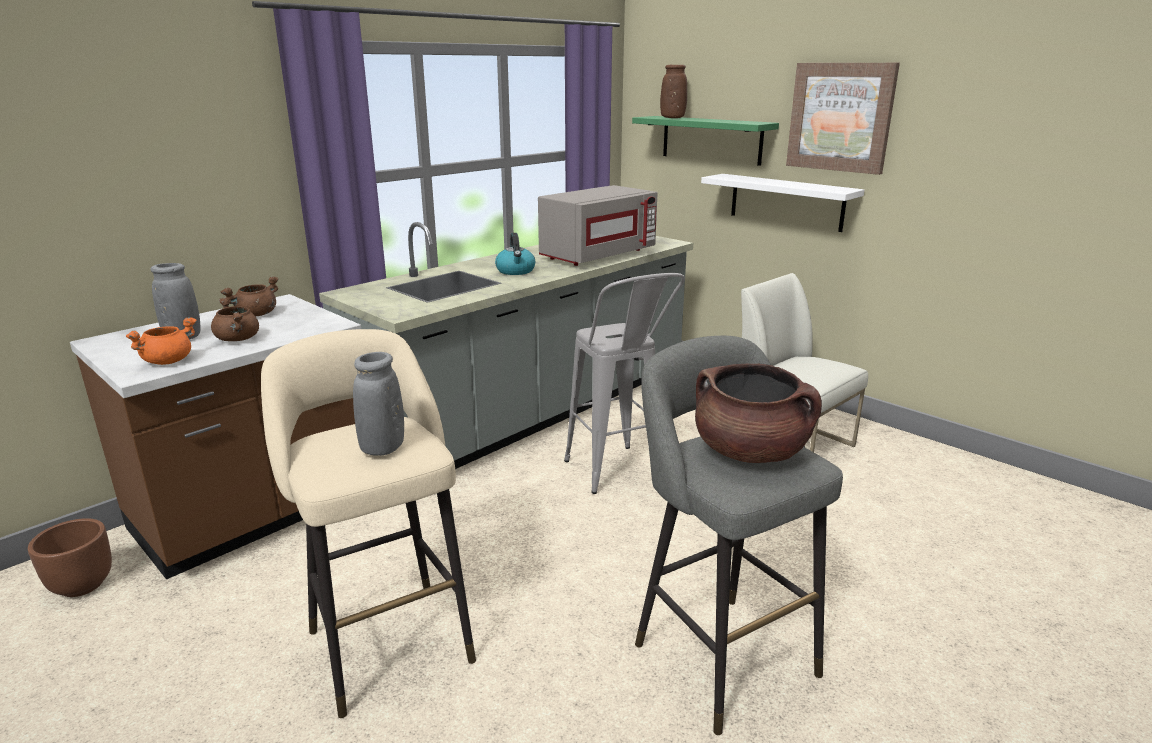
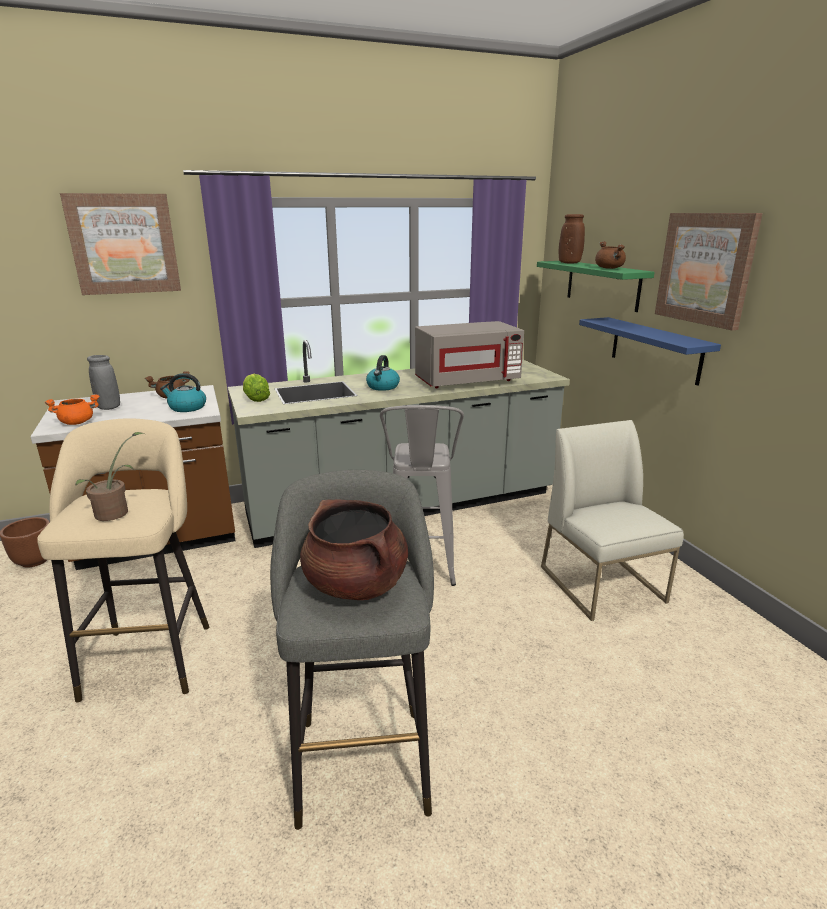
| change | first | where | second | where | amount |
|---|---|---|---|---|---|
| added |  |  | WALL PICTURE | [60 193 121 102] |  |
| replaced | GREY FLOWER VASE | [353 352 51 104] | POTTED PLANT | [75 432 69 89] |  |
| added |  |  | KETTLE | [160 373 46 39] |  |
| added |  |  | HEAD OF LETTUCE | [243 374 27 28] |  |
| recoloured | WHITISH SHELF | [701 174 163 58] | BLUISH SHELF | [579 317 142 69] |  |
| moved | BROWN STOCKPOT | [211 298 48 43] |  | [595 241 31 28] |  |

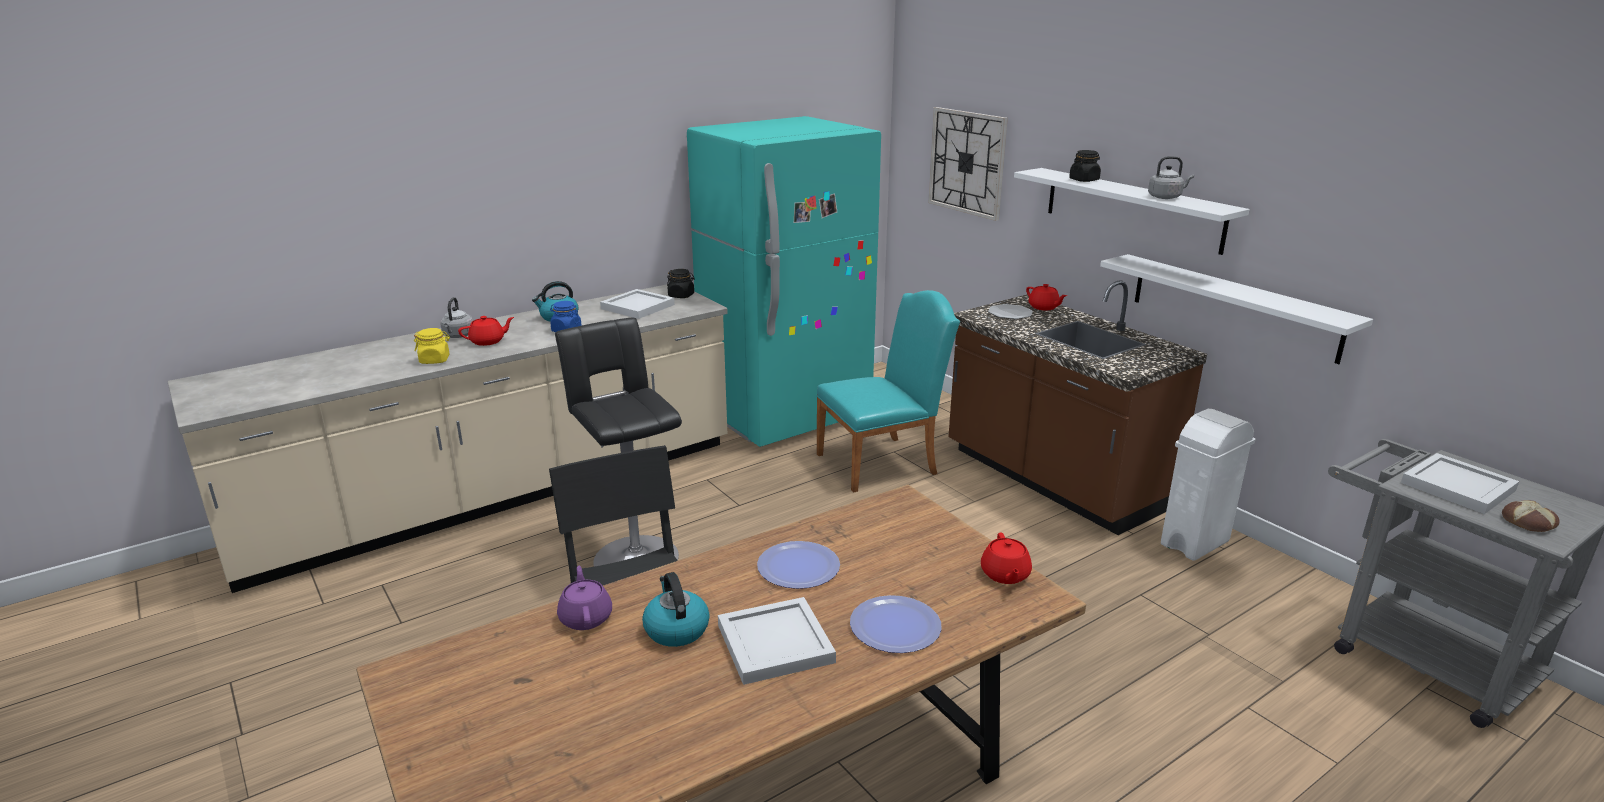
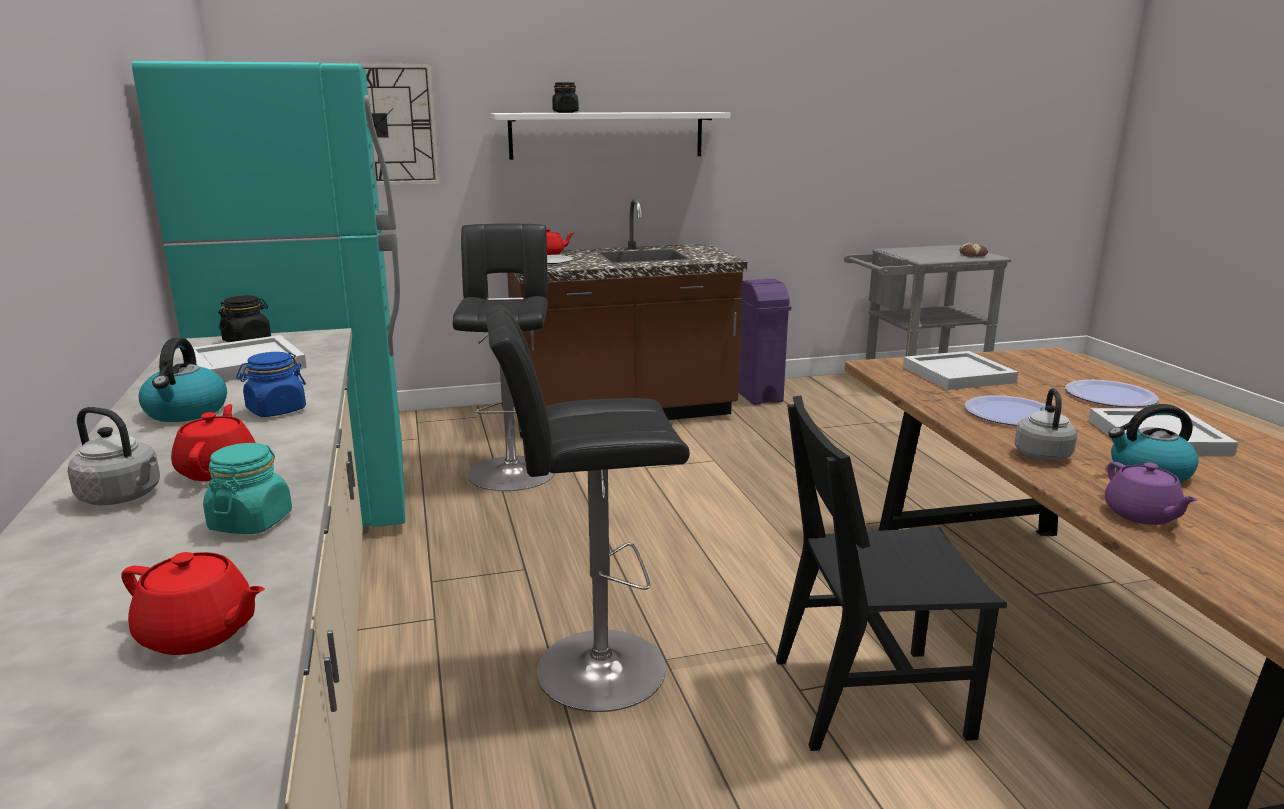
| change | first | where | second | where | amount |
|---|---|---|---|---|---|
| moved | RED-COLOURED POT FOR TEA | [981 532 51 52] |  | [121 552 144 103] |  |
| recoloured | YELLOW PRESERVE JAR | [414 328 36 36] | TURQUOISE PRESERVE JAR | [203 443 89 91] |  |
| replaced | TURQUOISE UPRIGHT CHAIR | [816 290 144 203] | BLACKISH SITTING STOOL | [453 223 102 268] |  |
| recoloured | WHITISH WASTE BIN | [1161 409 94 152] | PURPLISH WASTE BIN | [738 279 53 126] |  |
| moved | WHITISH SERVING TRAY | [1401 453 118 61] |  | [903 351 115 39] |  |
| moved | GREY KETTLE | [1148 156 46 43] |  | [1015 388 62 73] |  |
| turned | PURPLISH POT FOR TEA | [557 566 55 64] |  | [1105 462 93 63] | 105 degrees counterclockwise |
| removed | WHITISH SHELF | [1100 254 273 110] |  |  |  |

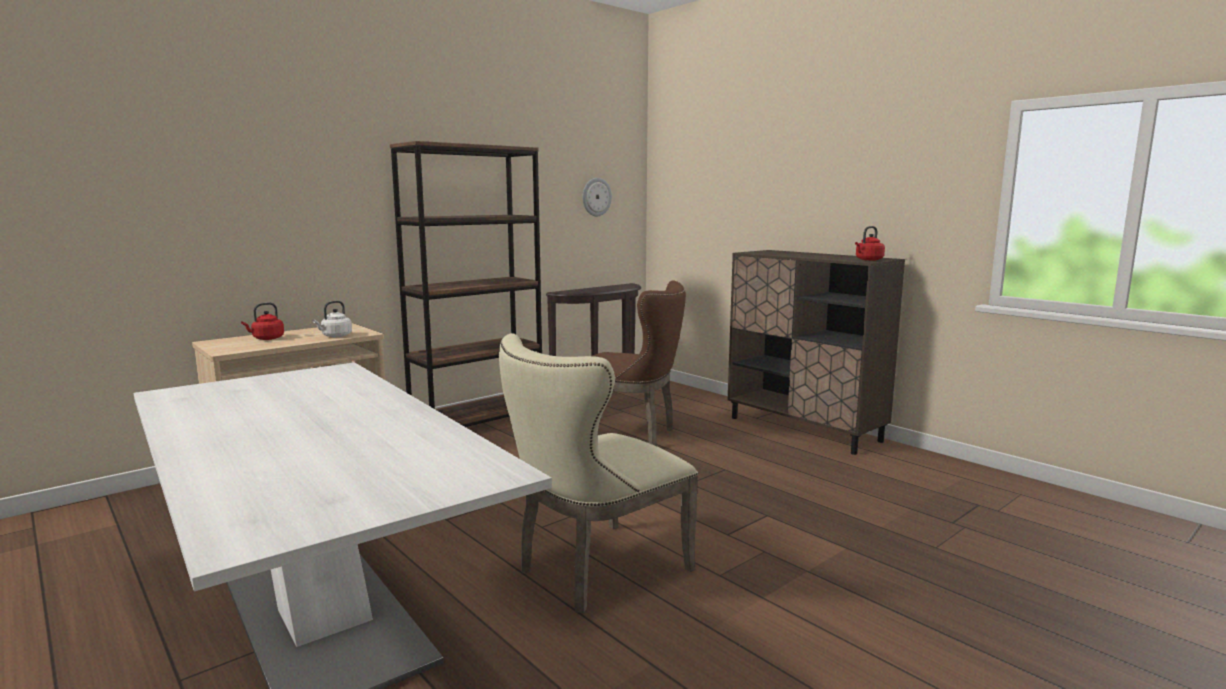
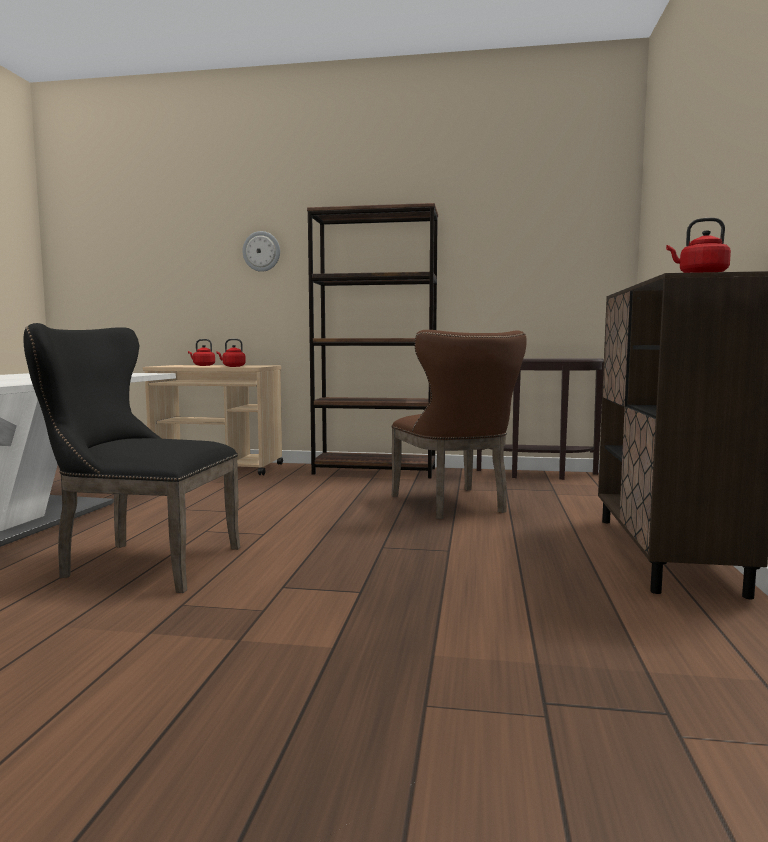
| change | first | where | second | where | amount |
|---|---|---|---|---|---|
| recoloured | SAND-COLOURED UPRIGHT CHAIR | [499 333 199 280] | BLACKISH UPRIGHT CHAIR | [24 323 216 270] |  |
| recoloured | WHITISH KETTLE | [313 301 39 36] | RED-COLOURED KETTLE | [216 339 30 28] |  |
| moved | CLOCK ON THE WALL | [582 178 30 38] |  | [242 231 38 41] |  |

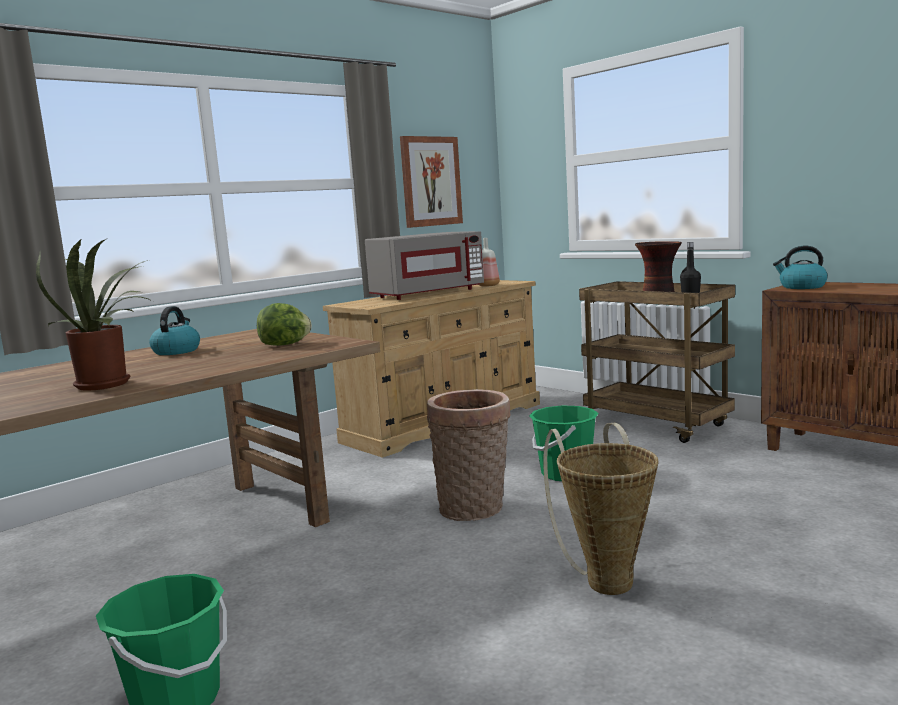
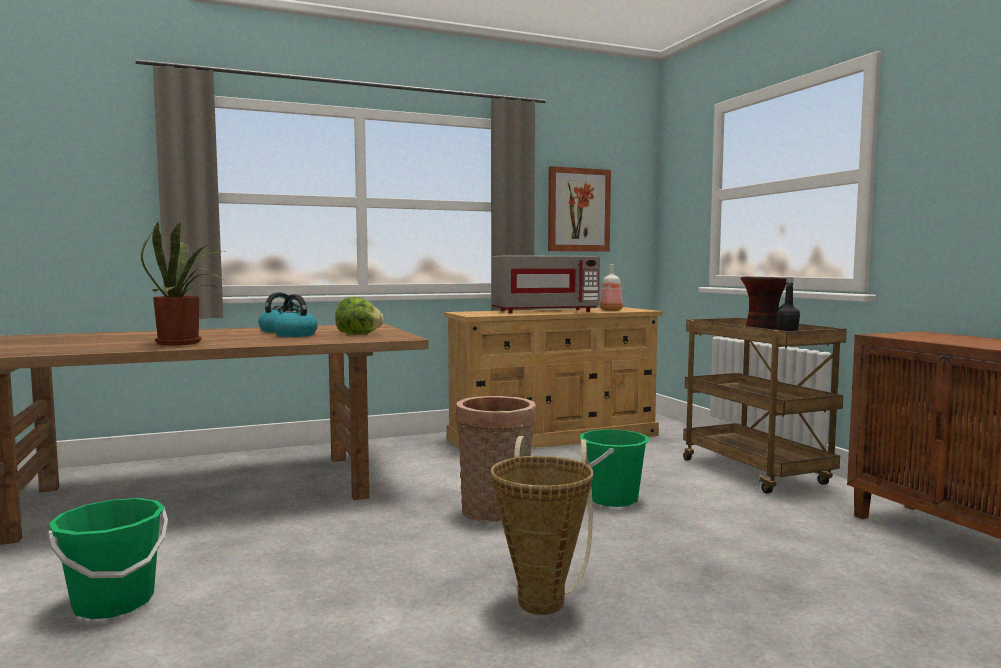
| change | first | where | second | where | amount |
|---|---|---|---|---|---|
| moved | KETTLE | [773 246 55 43] |  | [273 294 45 43] |  |

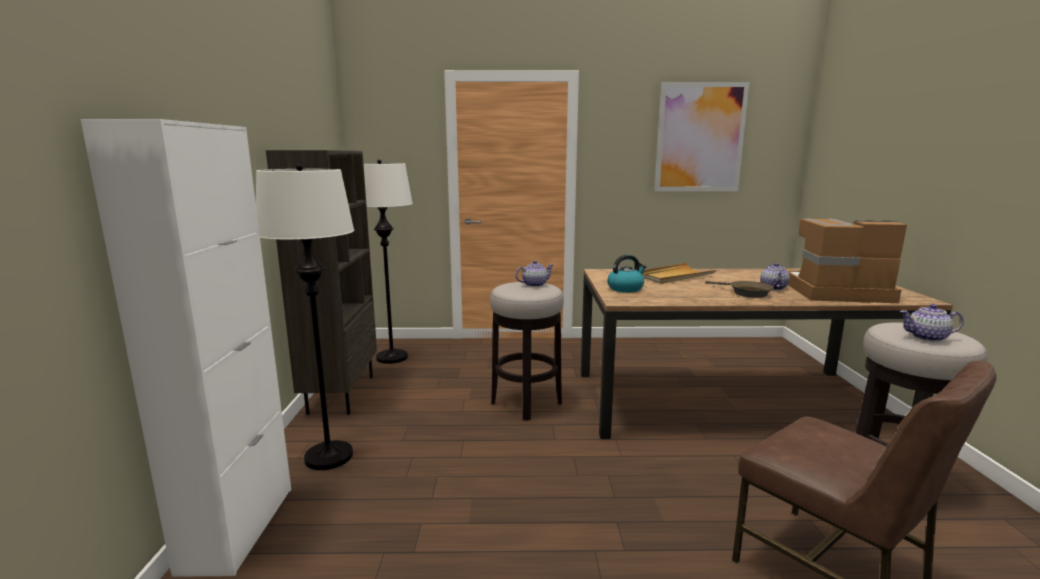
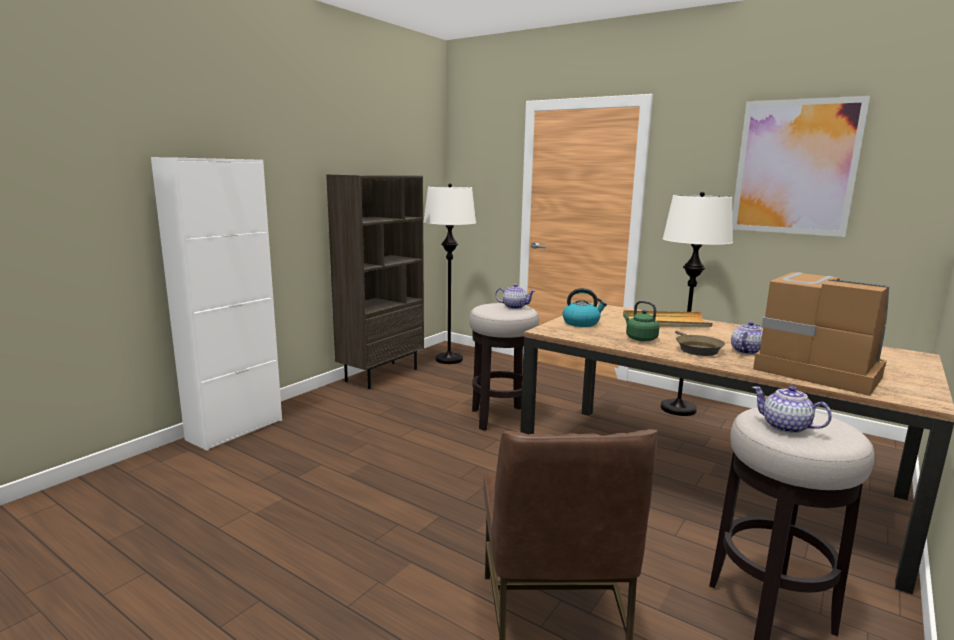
| change | first | where | second | where | amount |
|---|---|---|---|---|---|
| added |  |  | GREEN KETTLE | [623 301 36 40] |  |
| moved | WHITISH FLOOR LAMP | [256 164 99 306] |  | [660 192 73 224] |  |

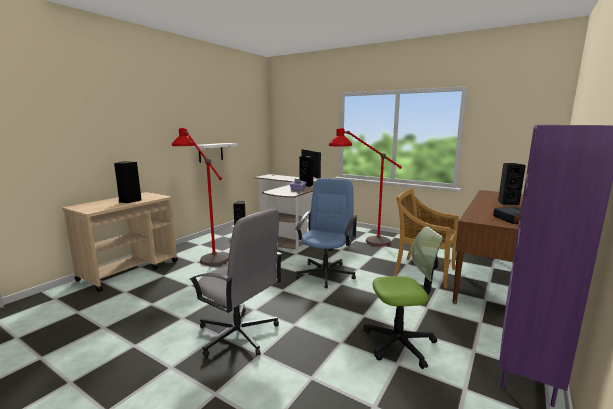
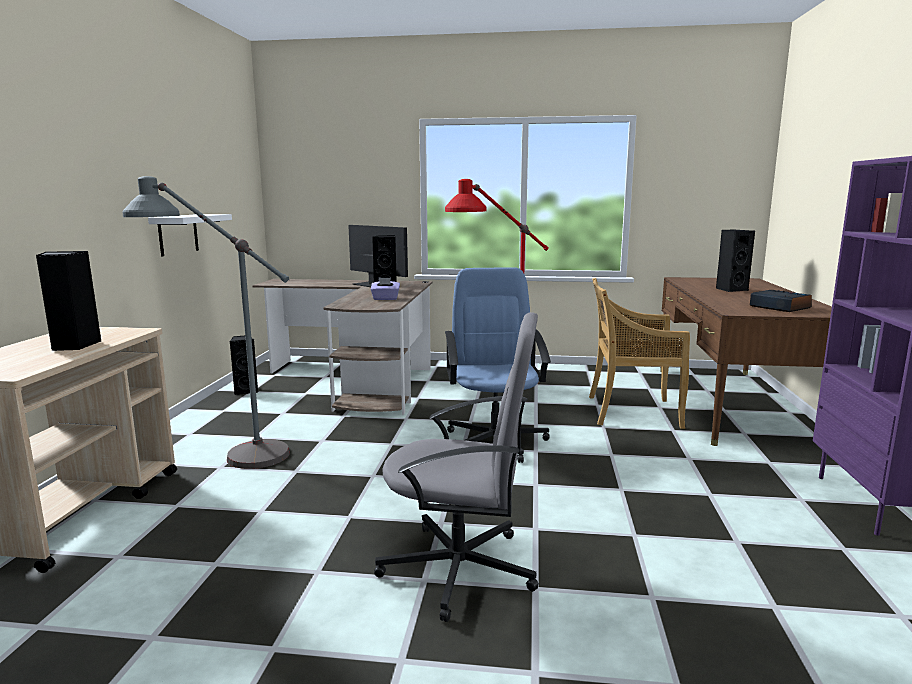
| change | first | where | second | where | amount |
|---|---|---|---|---|---|
| recoloured | RED-COLOURED FLOOR LAMP | [172 128 57 138] | GREY FLOOR LAMP | [123 176 167 293] |  |
| removed | OFFICE CHAIR | [363 227 80 142] |  |  |  |

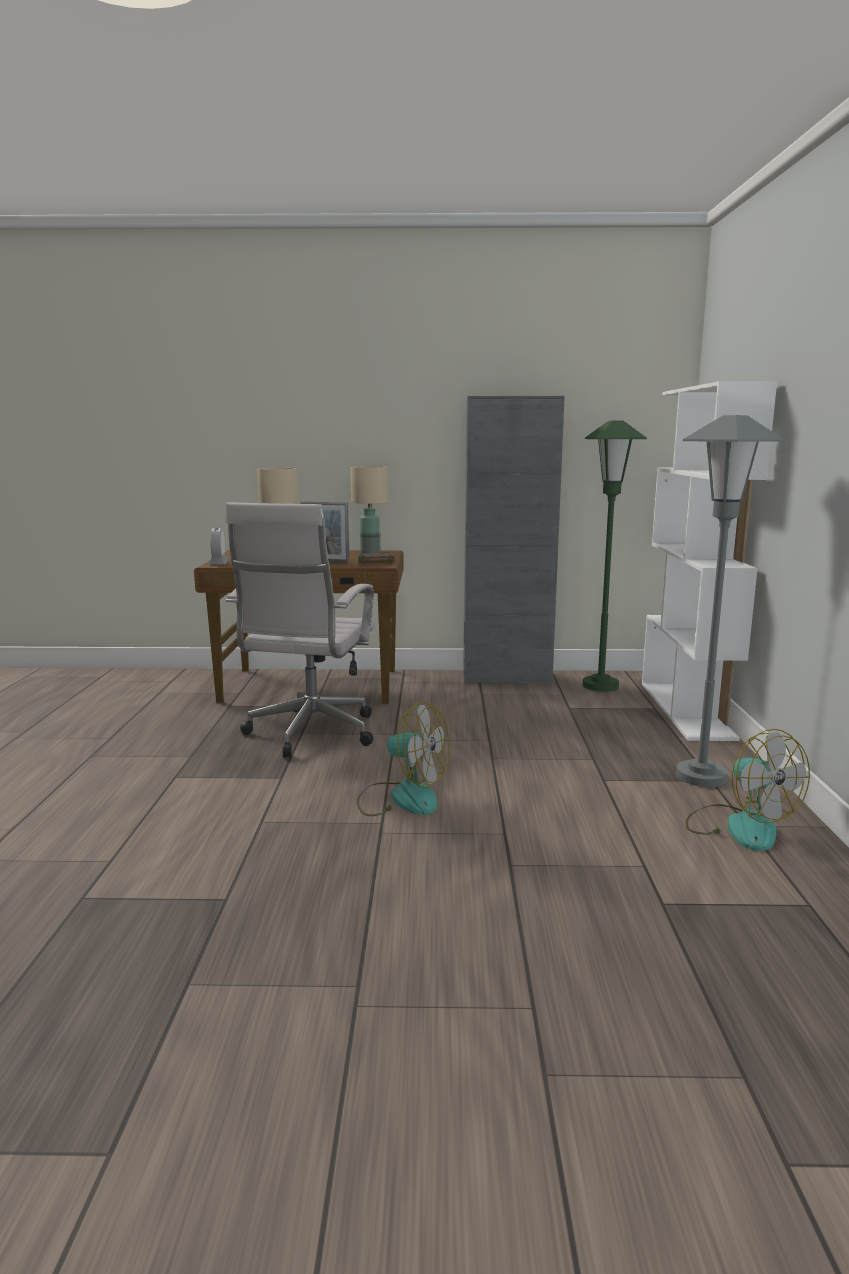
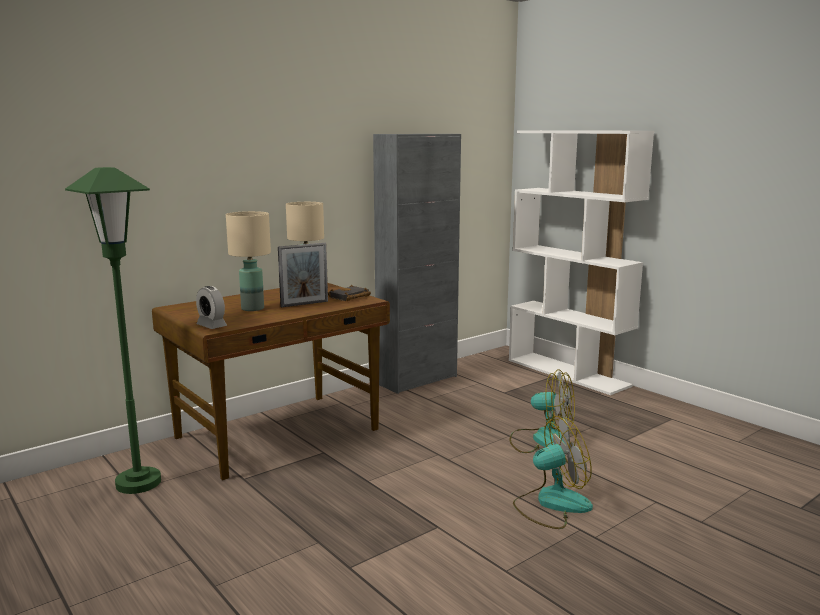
| change | first | where | second | where | amount |
|---|---|---|---|---|---|
| moved | GREEN FLOOR LAMP | [583 421 64 271] |  | [65 167 96 327] |  |
| moved | FAN | [686 729 124 122] |  | [509 369 66 84] |  |
| removed | WHITISH OFFICE CHAIR | [226 502 149 256] |  |  |  |
| removed | GREY FLOOR LAMP | [676 415 108 372] |  |  |  |

